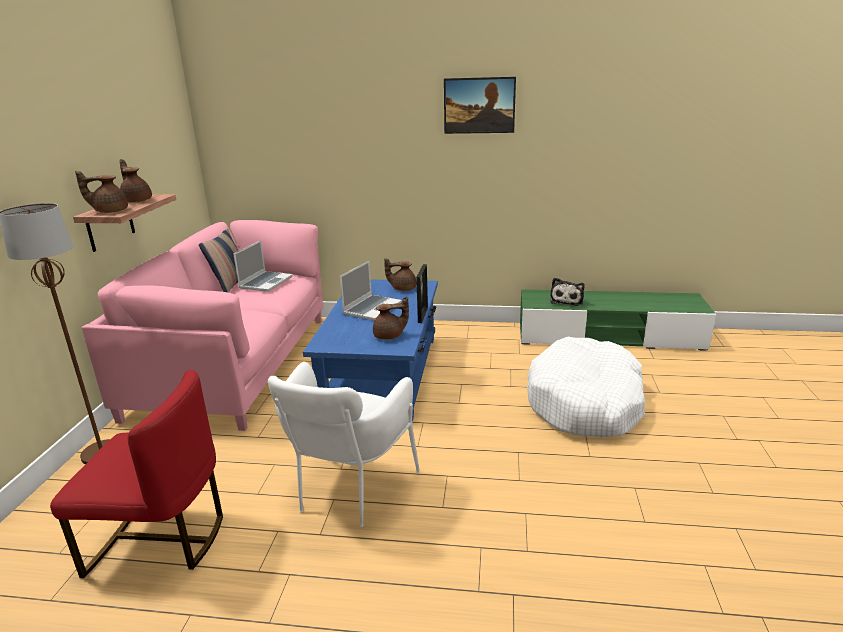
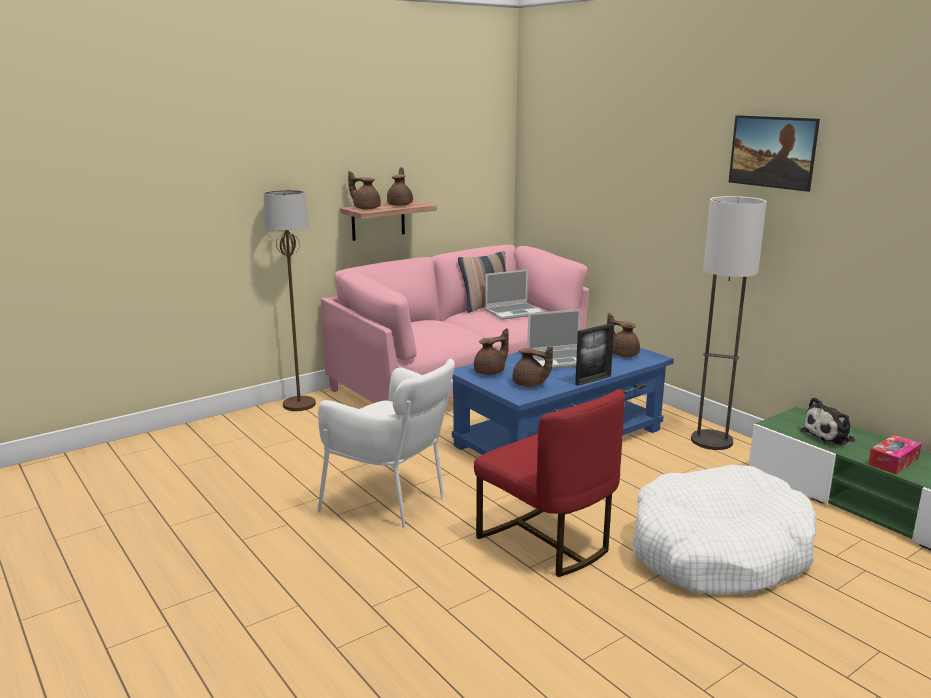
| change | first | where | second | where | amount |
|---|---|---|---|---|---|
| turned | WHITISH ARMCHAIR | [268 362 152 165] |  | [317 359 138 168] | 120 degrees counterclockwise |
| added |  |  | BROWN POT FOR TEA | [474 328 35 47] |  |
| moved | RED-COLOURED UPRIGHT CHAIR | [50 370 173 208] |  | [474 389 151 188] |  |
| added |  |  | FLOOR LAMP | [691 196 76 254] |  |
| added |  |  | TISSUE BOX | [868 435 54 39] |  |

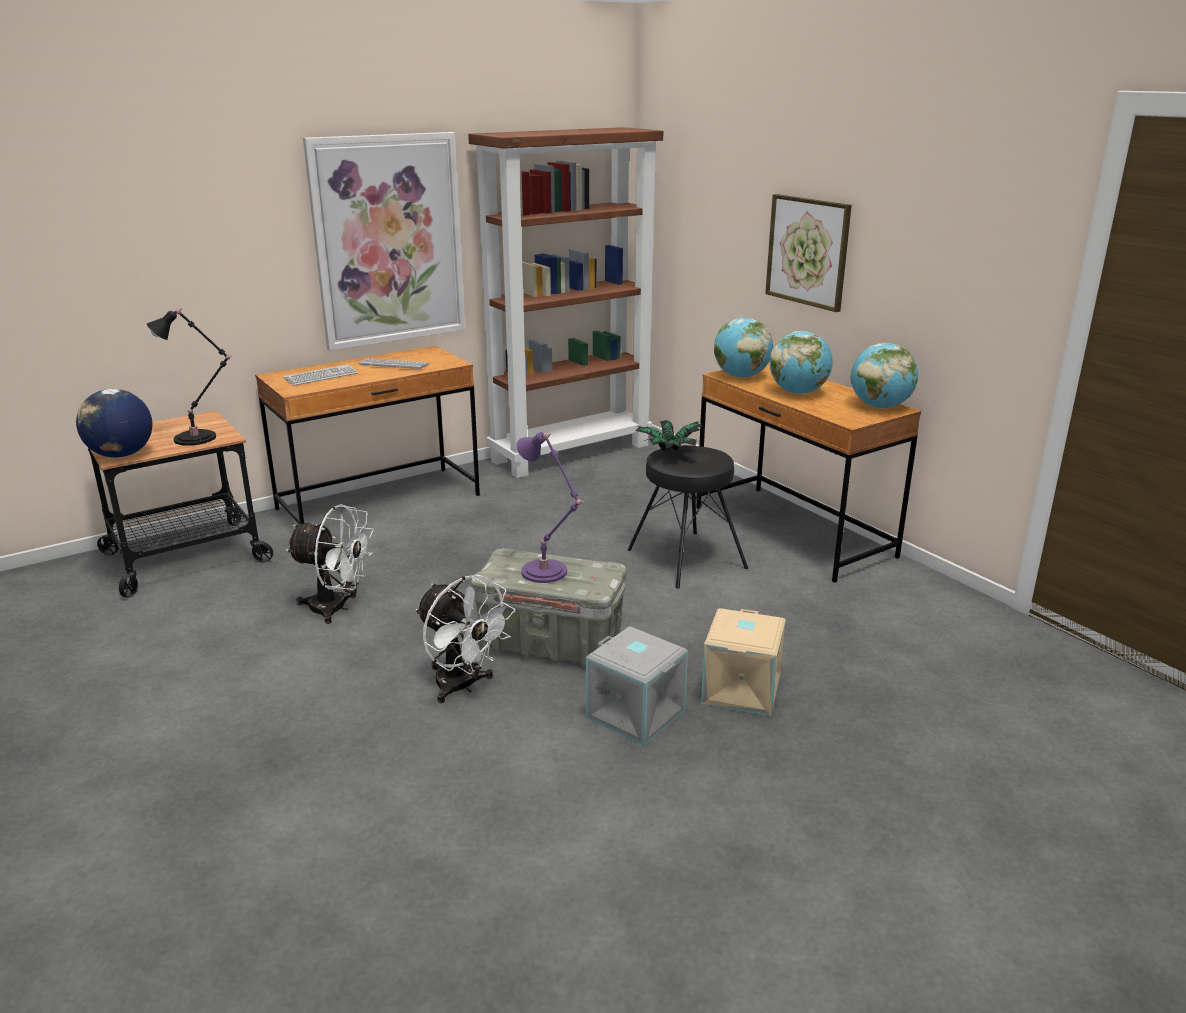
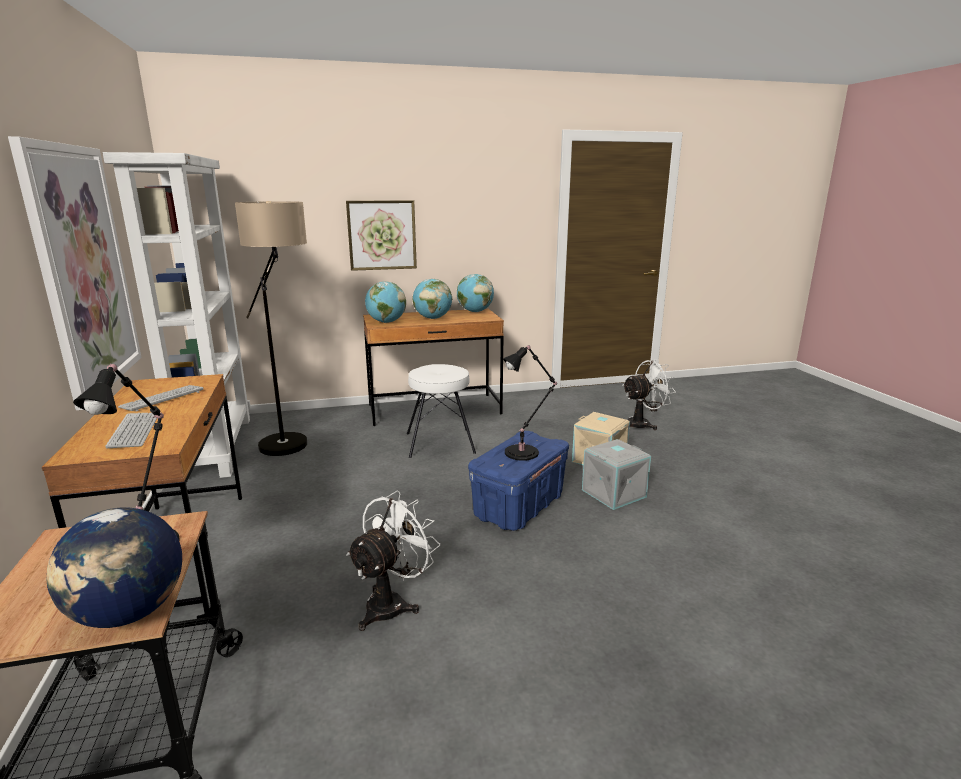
| change | first | where | second | where | amount |
|---|---|---|---|---|---|
| recoloured | BROWN BOOKSHELF | [468 127 195 351] | WHITISH BOOKSHELF | [102 152 148 326] |  |
| added |  |  | FLOOR LAMP | [235 201 72 255] |  |
| recoloured | BLACKISH SITTING STOOL | [627 445 121 144] | WHITISH SITTING STOOL | [407 364 69 94] |  |
| recoloured | GREY STORAGE BOX | [471 548 156 119] | BLUISH STORAGE BOX | [468 431 101 100] |  |
| recoloured | PURPLISH LAMP FOR A TABLE | [517 432 67 151] | BLACKISH LAMP FOR A TABLE | [503 345 54 116] |  |
| moved | WHITISH FAN | [416 575 99 128] |  | [622 359 54 71] |  |
| removed | POTTED PLANT | [635 420 68 31] |  |  |  |

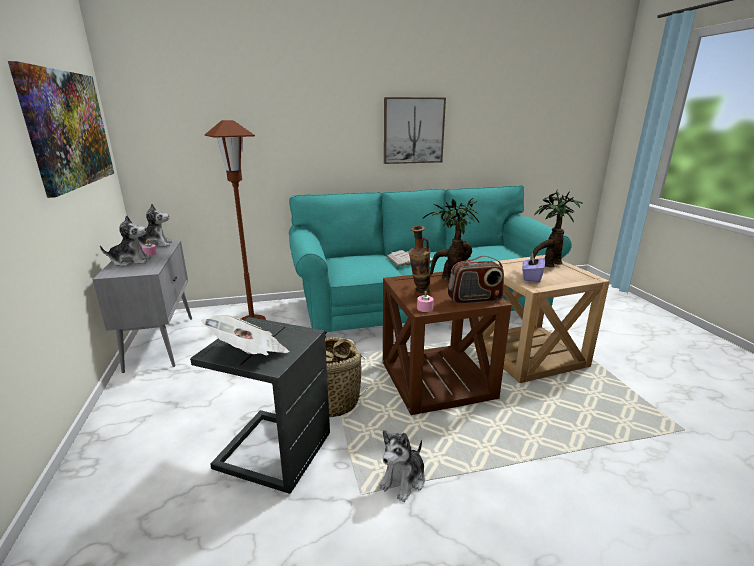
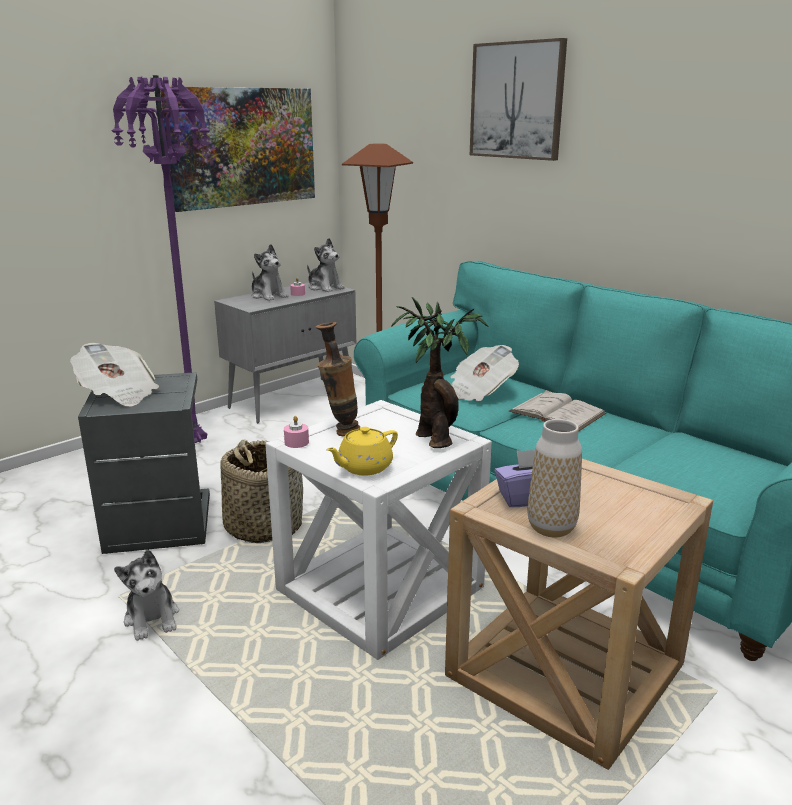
| change | first | where | second | where | amount |
|---|---|---|---|---|---|
| added |  |  | PURPLISH FLOOR LAMP | [111 75 99 368] |  |
| turned | SOFT TOY | [379 430 46 72] |  | [114 550 65 91] | 120 degrees counterclockwise |
| recoloured | BROWN ACCENT TABLE | [383 272 129 143] | WHITISH ACCENT TABLE | [265 400 227 260] |  |
| replaced | RADIO RECEIVER | [448 256 56 48] | YELLOW POT FOR TEA | [326 427 72 48] |  |
| added |  |  | DAILY PAPER | [451 345 68 56] |  |
| moved | WALL PICTURE | [384 97 62 67] |  | [470 38 97 123] |  |
| added |  |  | FLOWER VASE | [528 419 54 118] |  |
| removed | POTTED PLANT | [530 189 53 79] |  |  |  |

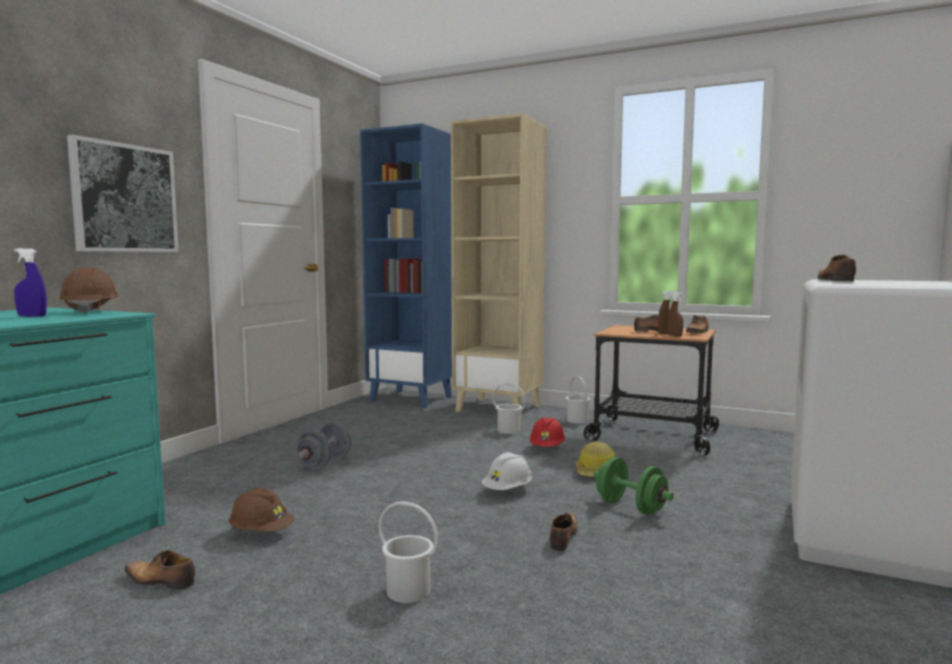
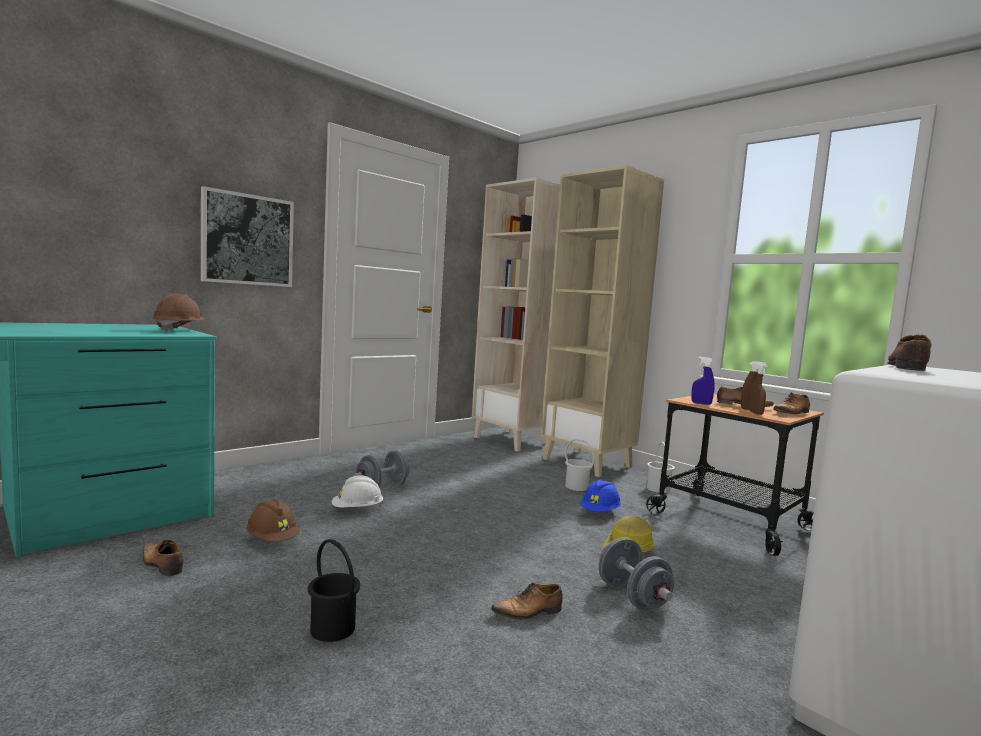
| change | first | where | second | where | amount |
|---|---|---|---|---|---|
| recoloured | WHITISH BUCKET | [378 501 60 102] | BLACKISH BUCKET | [308 539 52 103] |  |
| moved | WHITISH SAFETY HELMET | [482 452 50 38] |  | [332 475 52 32] |  |
| recoloured | BLUISH BOOKSHELF | [360 123 92 285] | SAND-COLOURED BOOKSHELF | [472 177 88 275] |  |
| turned | SHOE | [550 513 28 38] |  | [491 582 72 38] | 150 degrees counterclockwise |
| recoloured | RED-COLOURED SAFETY HELMET | [530 417 35 30] | BLUISH SAFETY HELMET | [580 479 41 33] |  |
| recoloured | GREEN DUMBBELL | [593 457 81 58] | GREY DUMBBELL | [599 537 75 74] |  |
| moved | BLUISH SPRAYER | [14 248 33 69] |  | [691 356 24 49] |  |

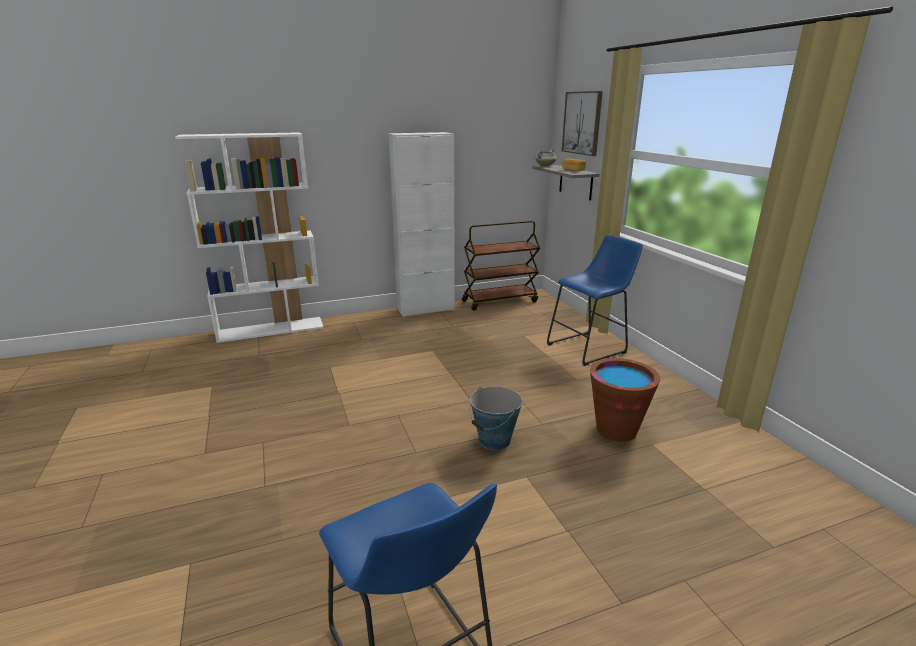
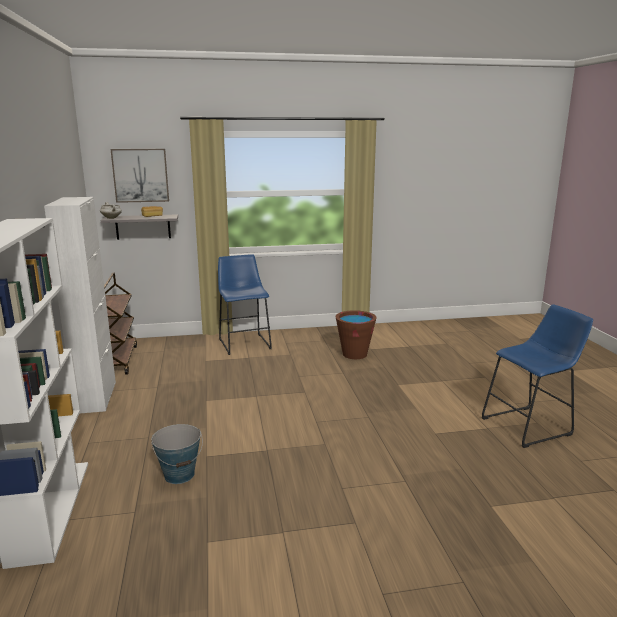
| change | first | where | second | where | amount |
|---|---|---|---|---|---|
| moved | BUCKET | [469 386 54 64] |  | [151 424 52 60] |  |

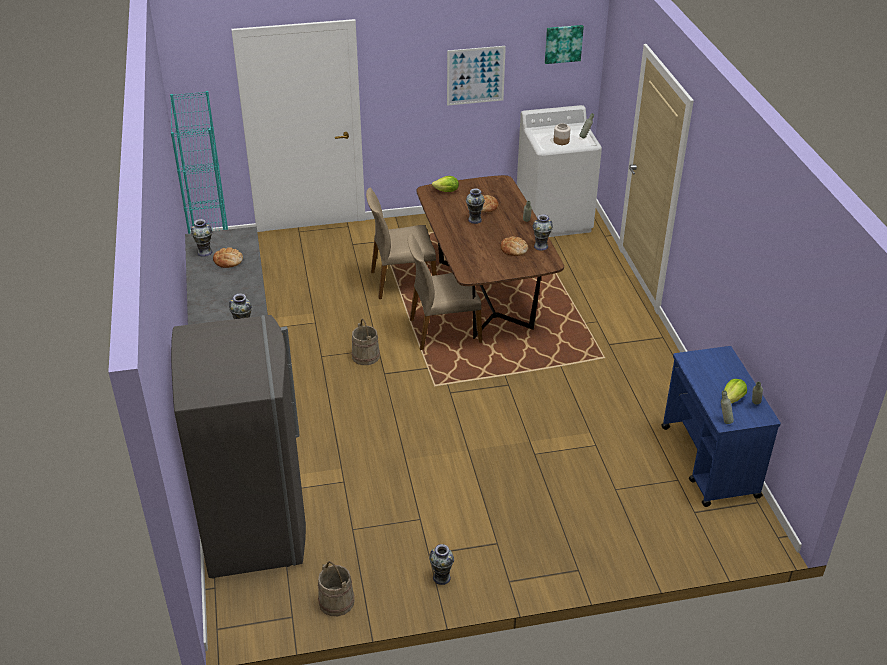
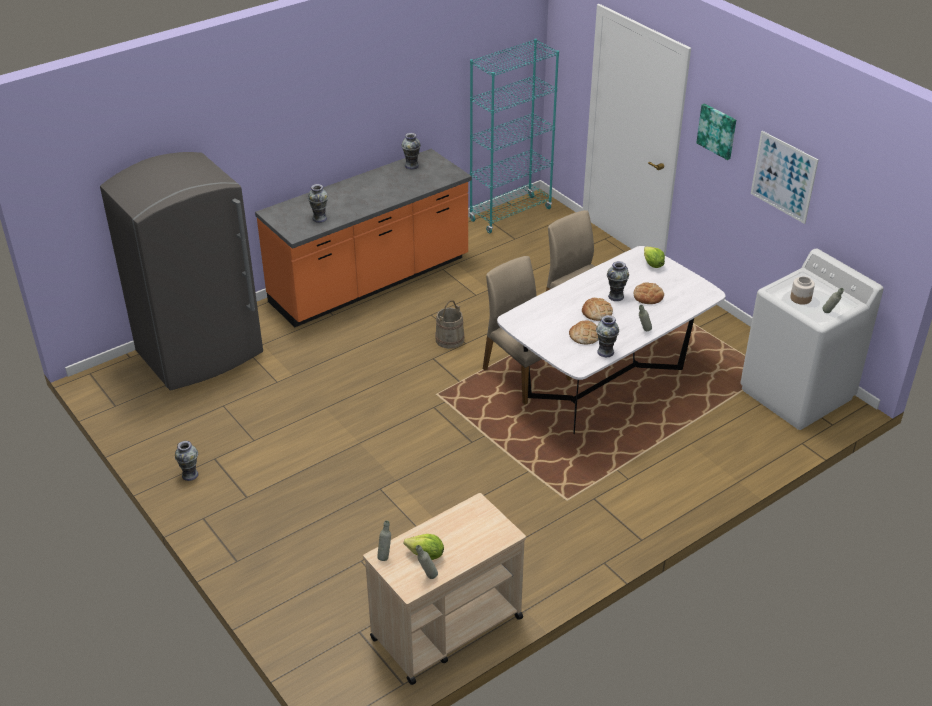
| change | first | where | second | where | amount |
|---|---|---|---|---|---|
| recoloured | BLUISH CART | [661 346 120 161] | SAND-COLOURED CART | [363 493 163 192] |  |
| recoloured | BROWN KITCHEN TABLE | [416 175 148 164] | WHITISH KITCHEN TABLE | [497 246 228 188] |  |
| moved | BAKERY BREAD | [213 247 30 21] |  | [582 298 31 23] |  |
| moved | WALL PICTURE | [545 25 39 39] |  | [696 103 40 57] |  |
| removed | SAND-COLOURED BUCKET | [318 561 37 55] |  |  |  |

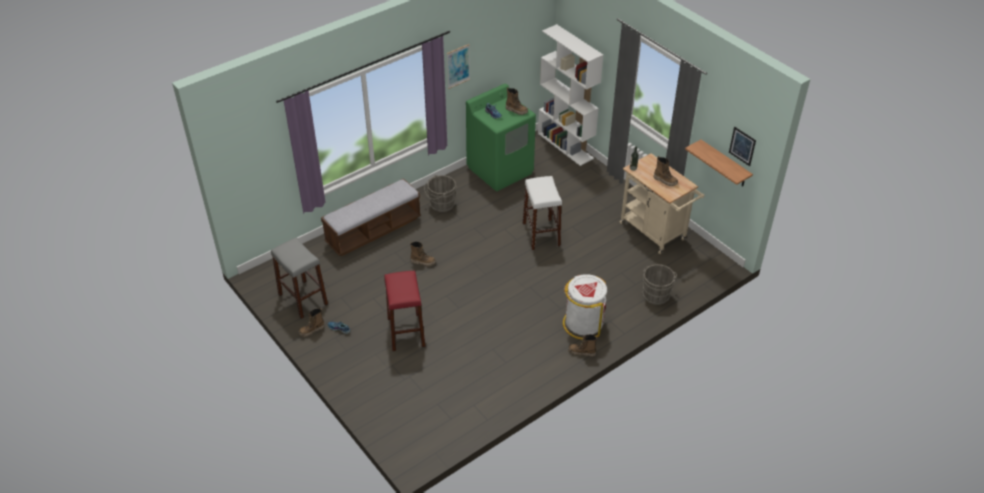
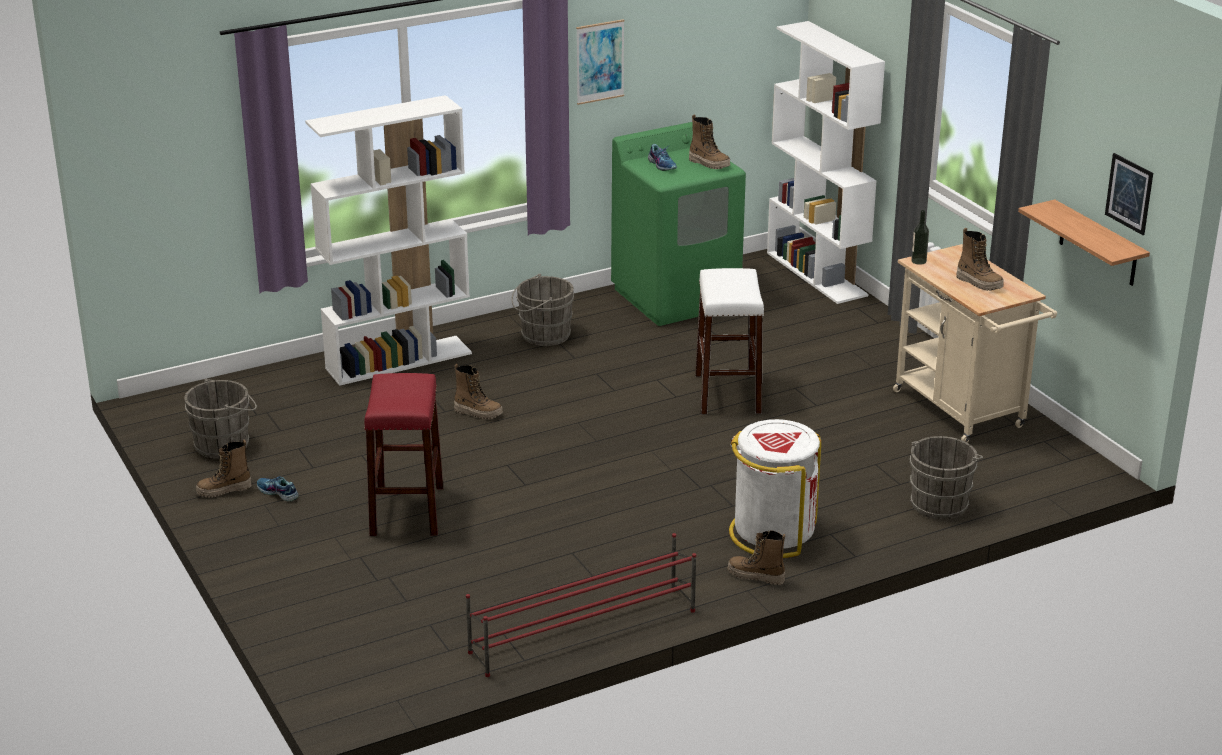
| change | first | where | second | where | amount |
|---|---|---|---|---|---|
| replaced | GREY SITTING STOOL | [271 237 57 82] | GREY BUCKET | [184 379 73 80] |  |
| replaced | INDOOR BENCH | [321 178 100 78] | WHITISH BOOKSHELF | [305 95 167 291] |  |
| added |  |  | RED-COLOURED SHOE SHELF | [466 533 230 144] |  |

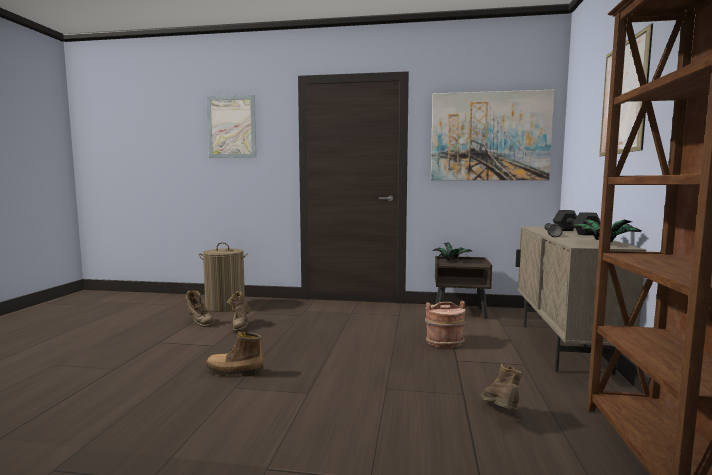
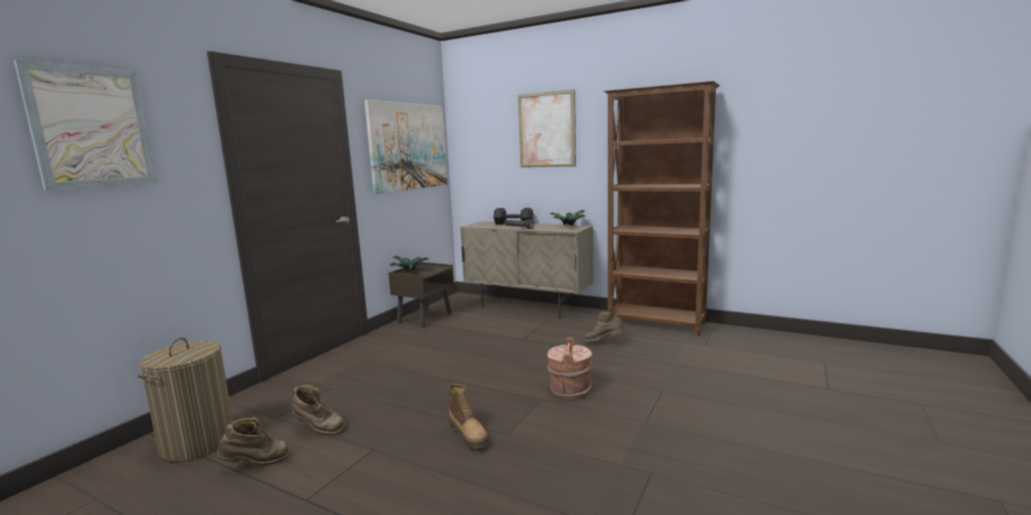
| change | first | where | second | where | amount |
|---|---|---|---|---|---|
| turned | TALL BOOT | [205 332 59 45] |  | [448 384 41 64] | 60 degrees counterclockwise |
| moved | BROWN BUCKET | [425 301 41 47] |  | [547 337 45 62] |  |

